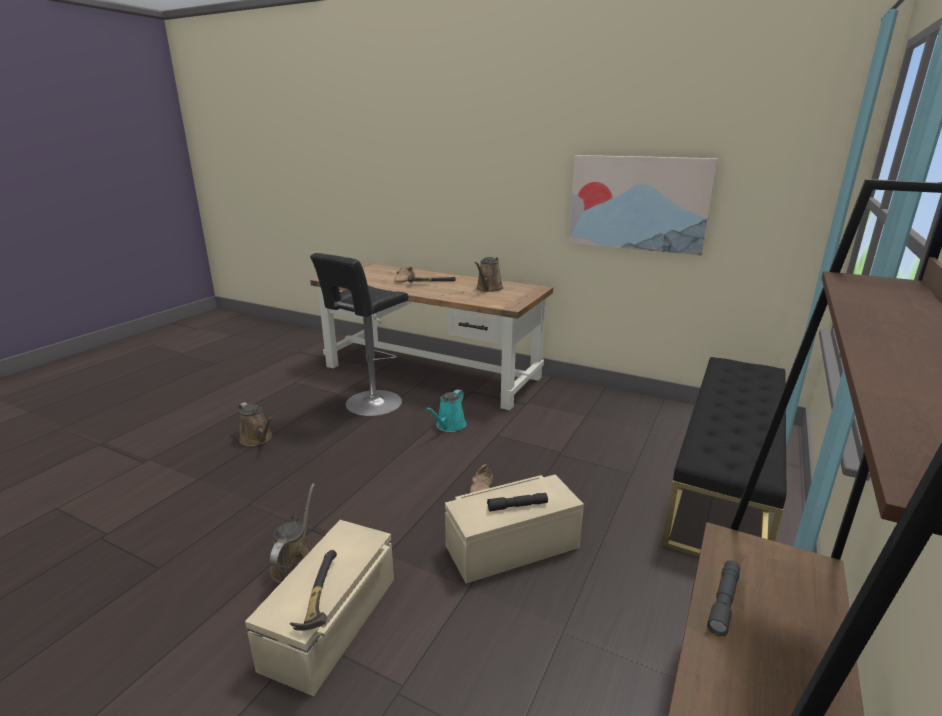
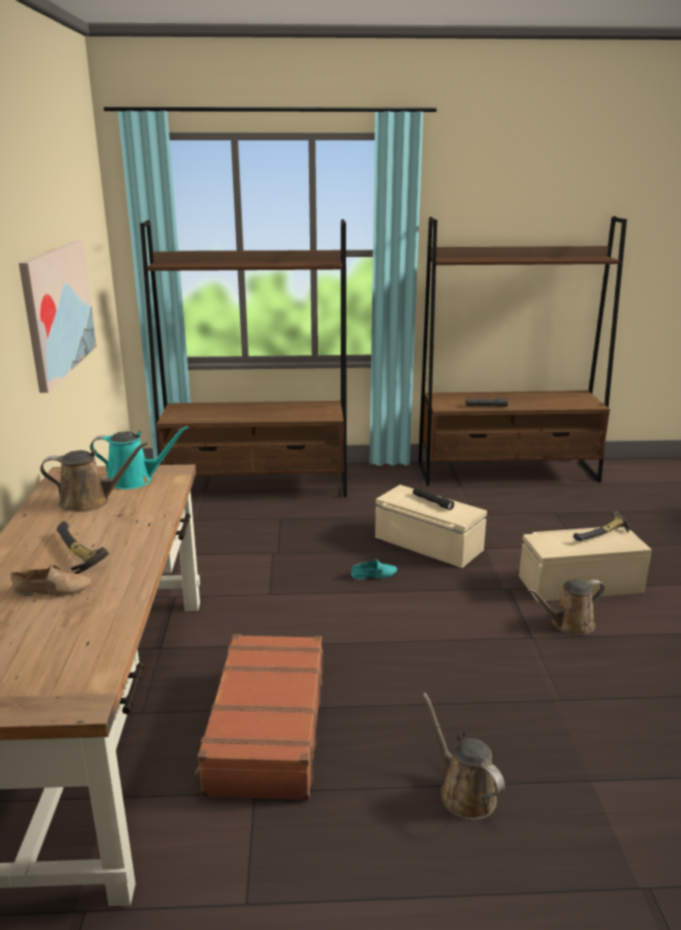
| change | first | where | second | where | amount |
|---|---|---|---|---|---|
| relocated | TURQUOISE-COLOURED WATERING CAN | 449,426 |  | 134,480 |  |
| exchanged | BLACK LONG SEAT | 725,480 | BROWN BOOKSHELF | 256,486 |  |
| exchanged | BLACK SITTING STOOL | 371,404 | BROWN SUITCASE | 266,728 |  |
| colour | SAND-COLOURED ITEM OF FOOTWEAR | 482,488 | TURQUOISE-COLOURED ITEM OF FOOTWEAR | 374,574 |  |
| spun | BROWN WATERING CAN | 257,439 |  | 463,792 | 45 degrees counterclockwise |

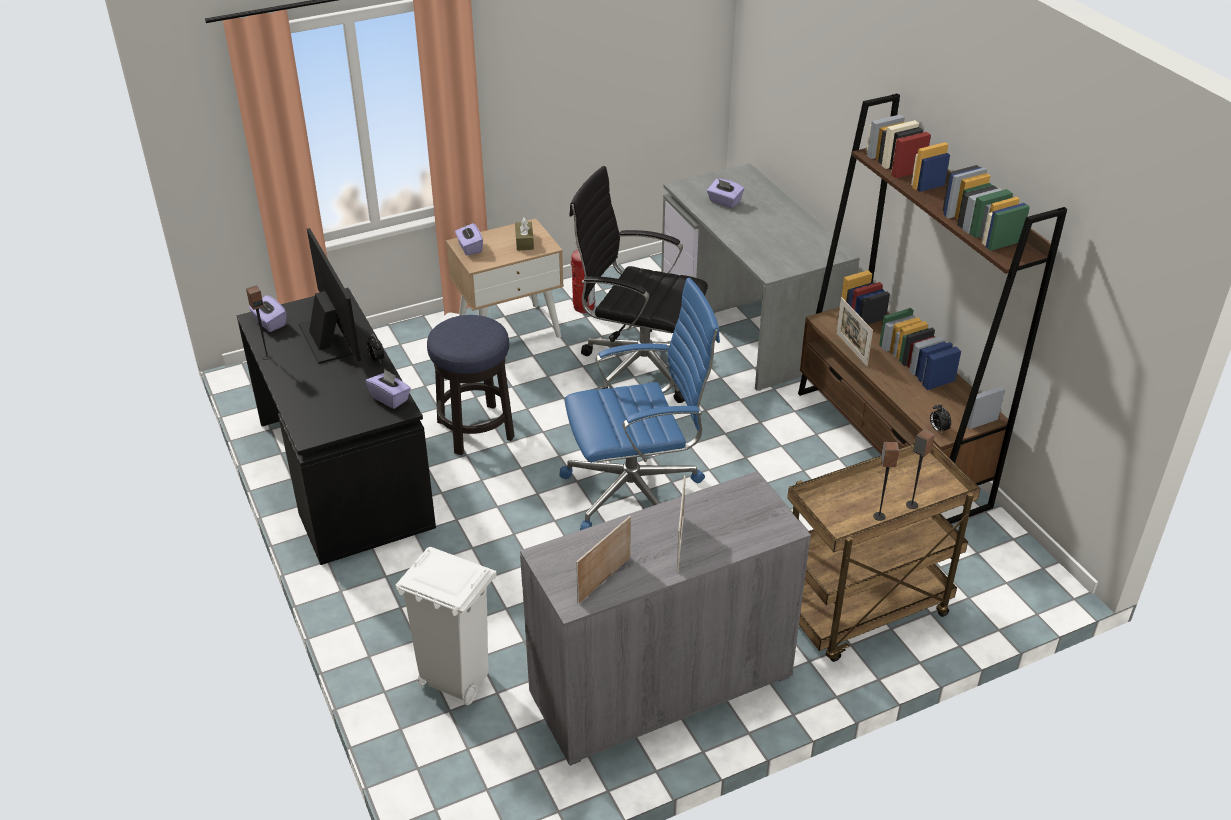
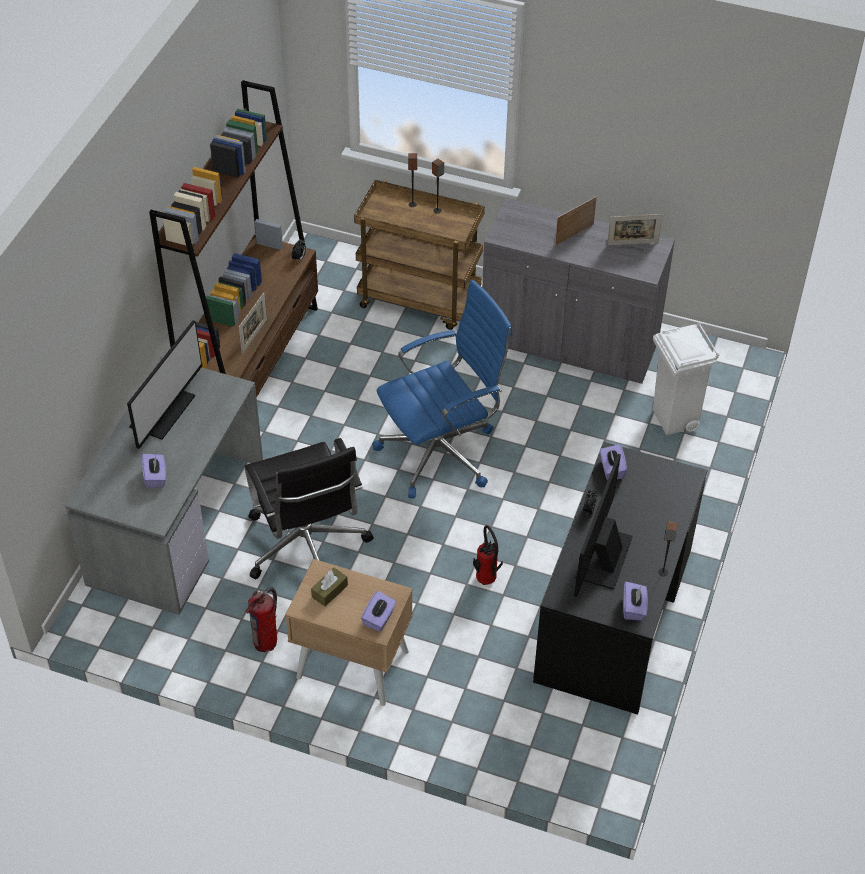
| change | first | where | second | where | amount |
|---|---|---|---|---|---|
| appeared |  |  | MONITOR | 163,412 |  |
| spun | BLUISH COMPUTER CHAIR | 637,492 |  | 441,452 | 120 degrees clockwise |
| exchanged | SITTING STOOL | 475,430 | FIRE EXTINGUISHER | 486,582 |  |

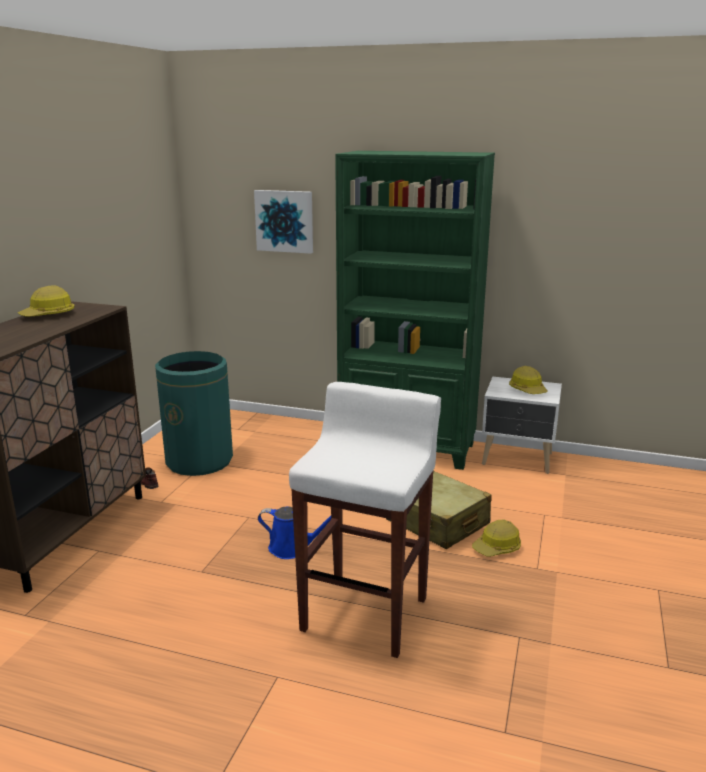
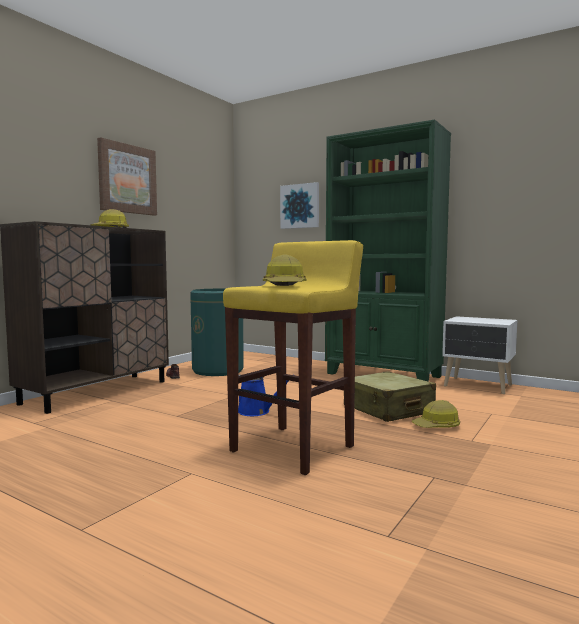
| change | first | where | second | where | amount |
|---|---|---|---|---|---|
| appeared |  |  | WALL PICTURE | 127,179 |  |
| colour | WHITE-COLOURED SITTING STOOL | 366,613 | YELLOW-COLOURED SITTING STOOL | 294,448 |  |
| relocated | SAFETY HELMET | 528,390 |  | 285,286 |  |

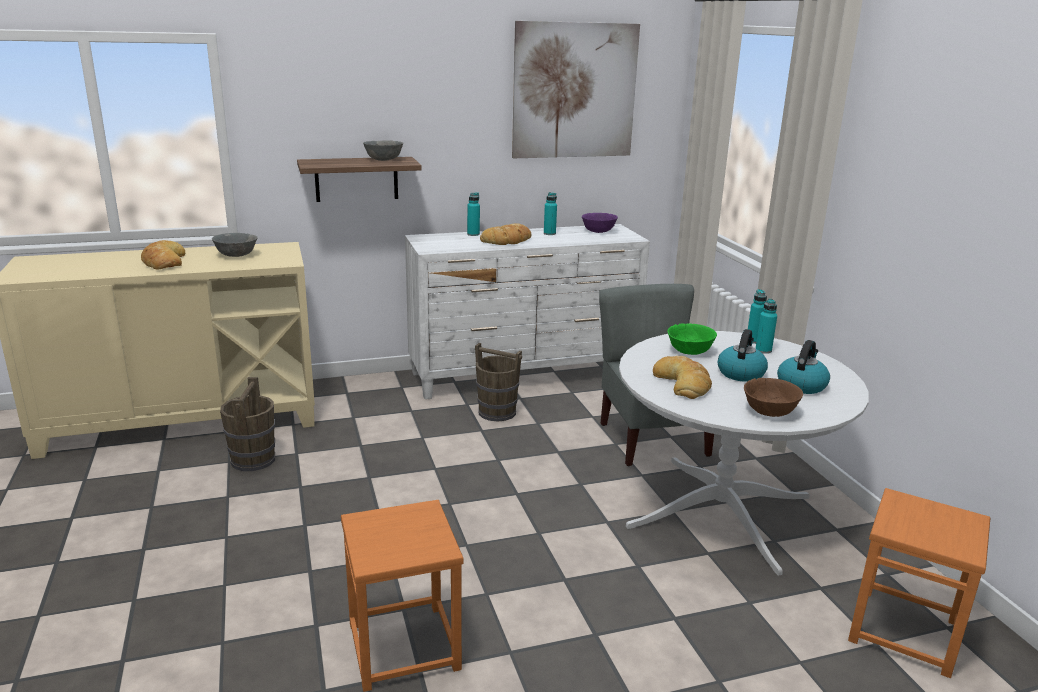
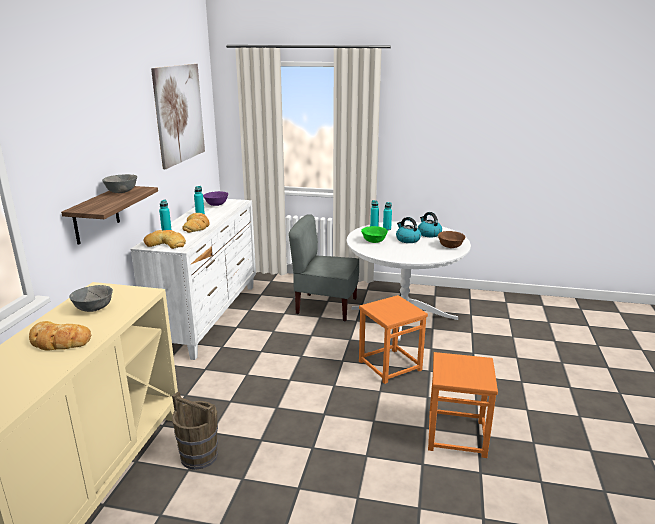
| change | first | where | second | where | amount |
|---|---|---|---|---|---|
| relocated | BREAD | 683,383 |  | 166,243 |  |
| relocated | ORANGE SITTING STOOL | 904,630 |  | 389,365 |  |
| missing | BROWN BUCKET | 496,412 |  |  |  |

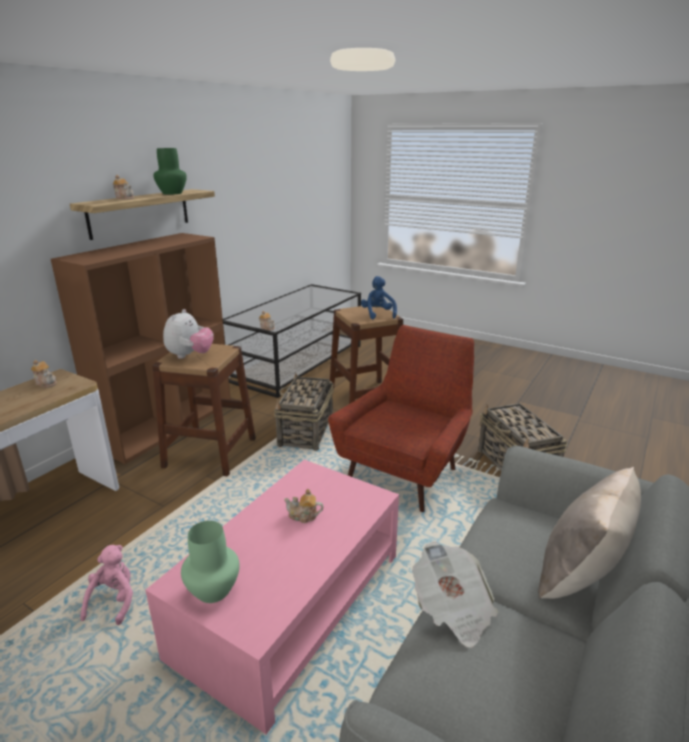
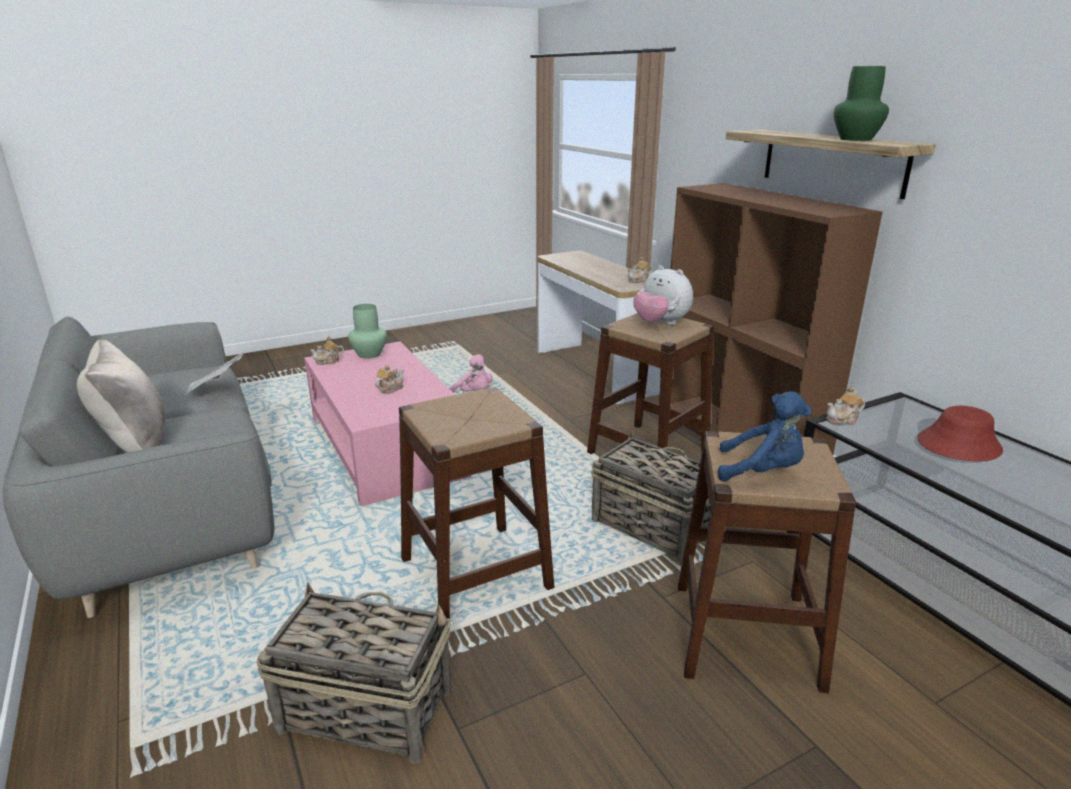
| change | first | where | second | where | amount |
|---|---|---|---|---|---|
| relocated | TEA POT | 125,198 |  | 328,361 |  |
| exchanged | RED-COLOURED LOUNGE CHAIR | 405,472 | BROWN SITTING STOOL | 475,574 |  |
| appeared |  |  | RED-COLOURED WEARABLE HAT | 958,445 |  |

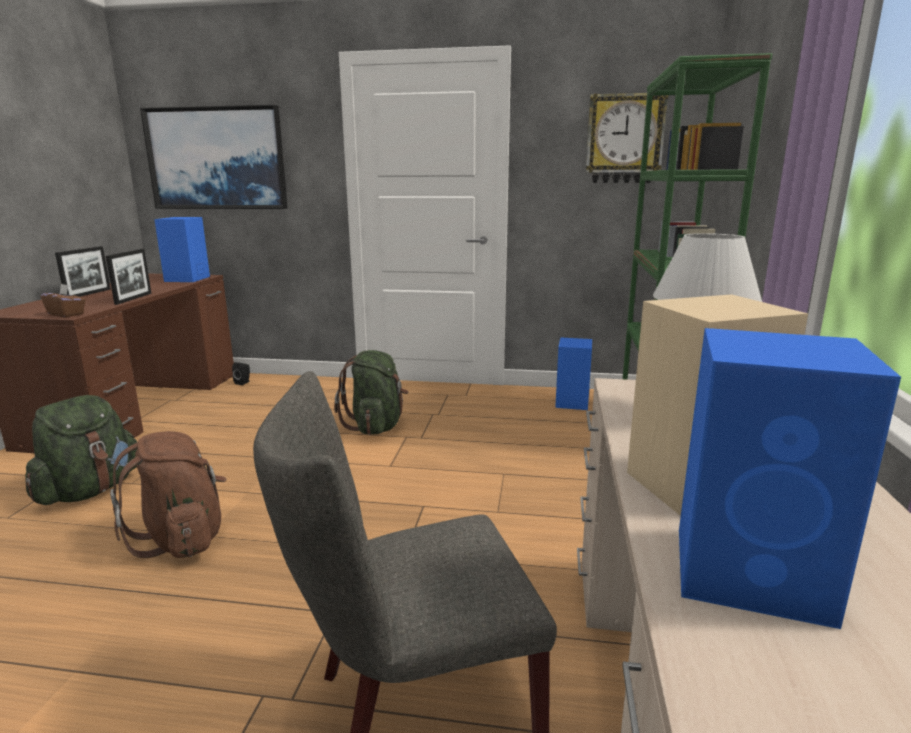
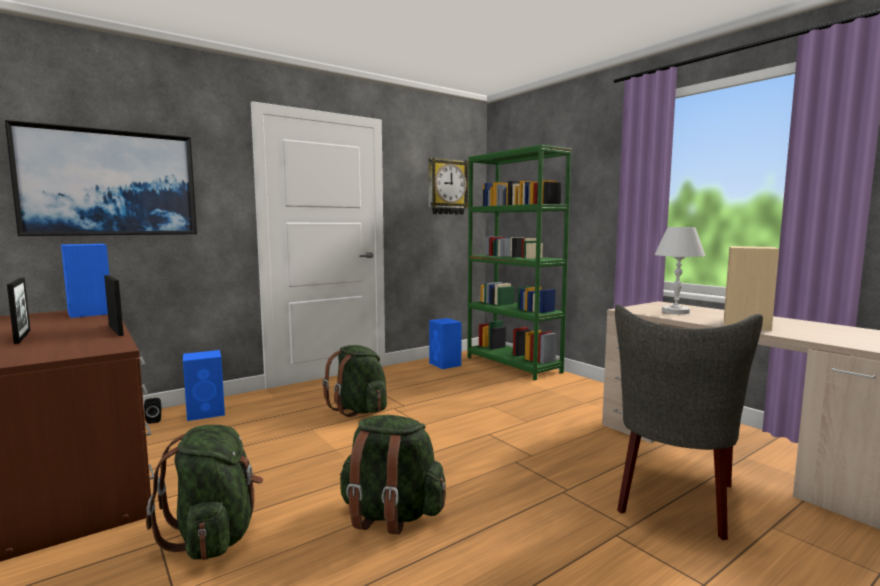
| change | first | where | second | where | amount |
|---|---|---|---|---|---|
| relocated | BLUISH LOUDSPEAKER | 754,574 |  | 207,412 |  |
| colour | BROWN KNAPSACK | 182,539 | GREEN-COLOURED KNAPSACK | 391,515 |  |
| missing | BROWN BOX OF TISSUES | 66,314 |  |  |  |

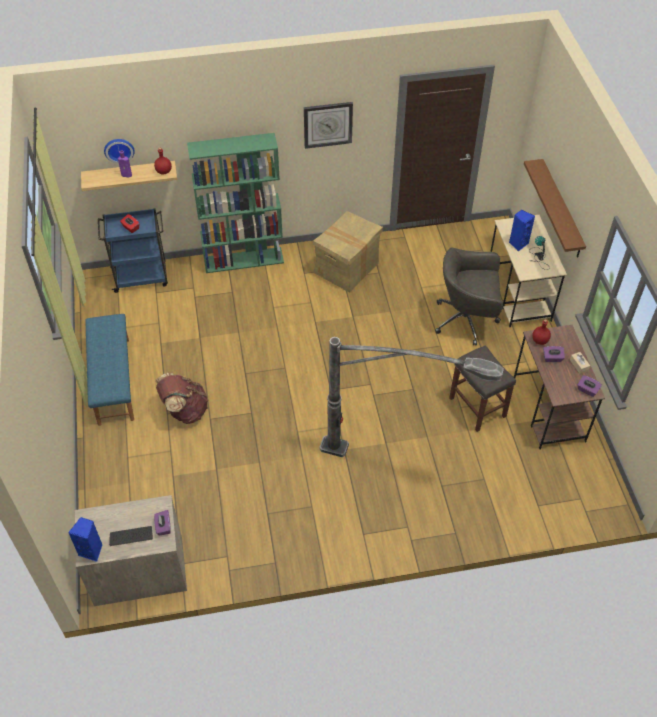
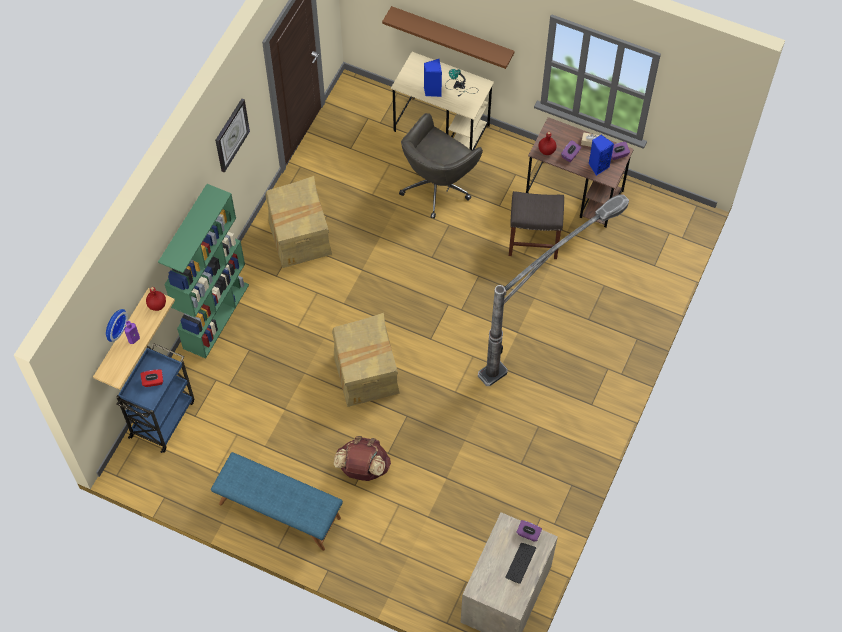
| change | first | where | second | where | amount |
|---|---|---|---|---|---|
| appeared |  |  | CARDBOARD BOX | 366,374 |  |
| relocated | BLUISH LOUDSPEAKER | 92,551 |  | 598,166 |  |

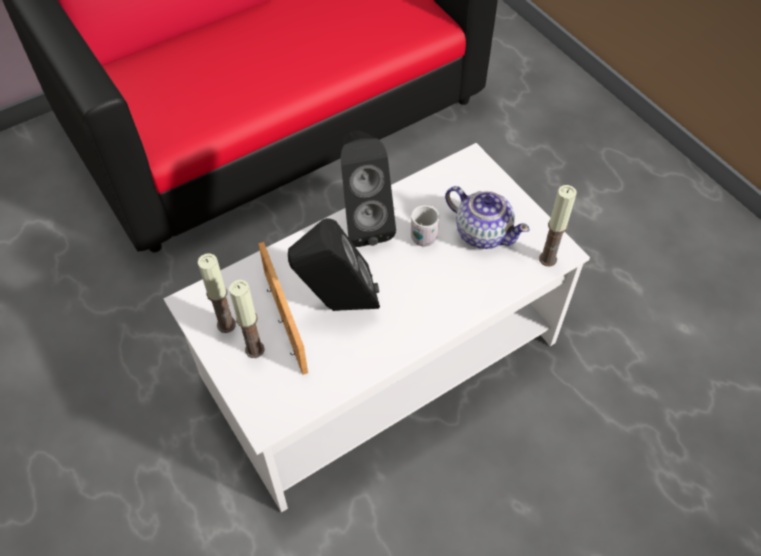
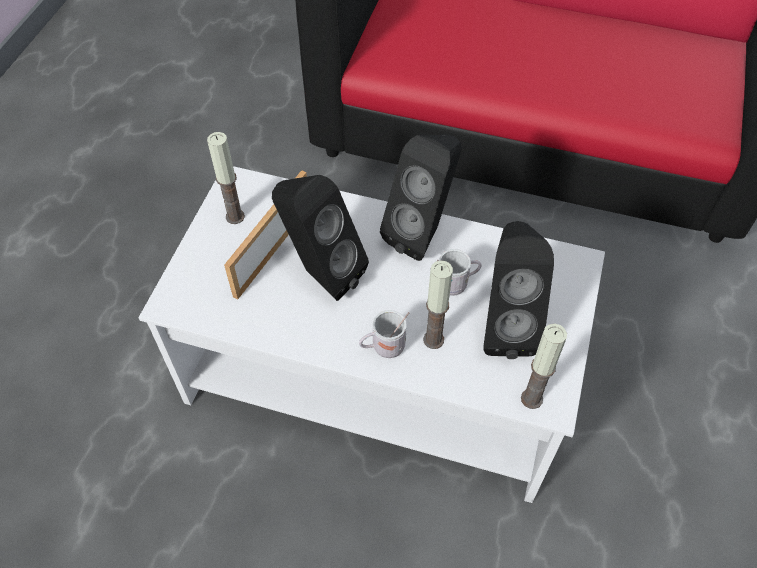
| change | first | where | second | where | amount |
|---|---|---|---|---|---|
| appeared |  |  | WHITE-COLOURED MUG | 383,348 |  |
| relocated | WAX CANDLE | 254,349 |  | 433,340 |  |
| exchanged | TEA POT | 482,232 | BLACK LOUDSPEAKER | 505,325 |  |

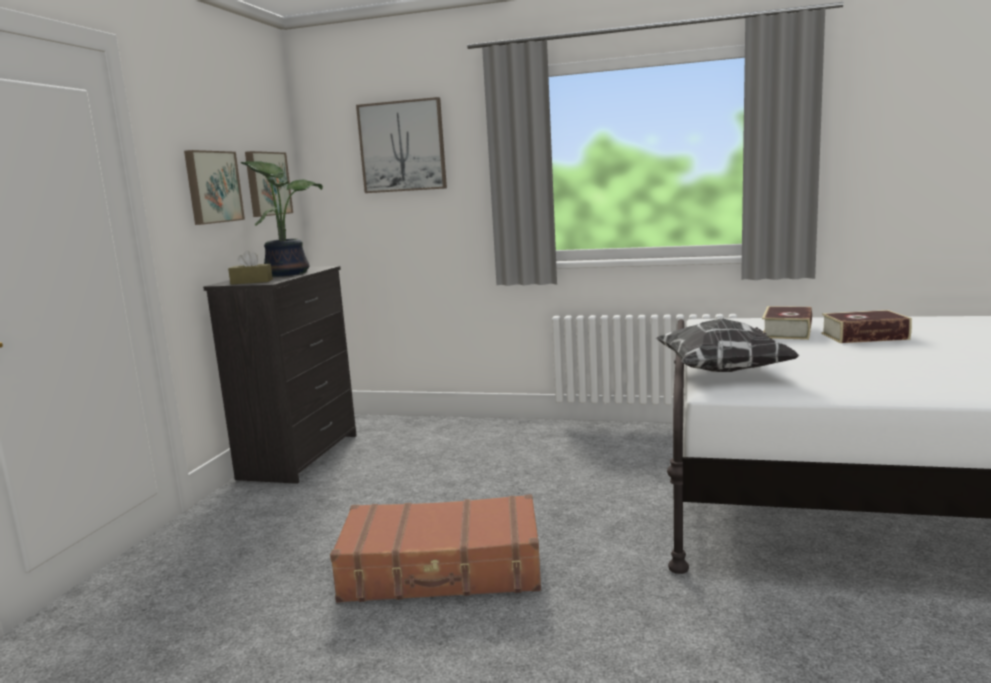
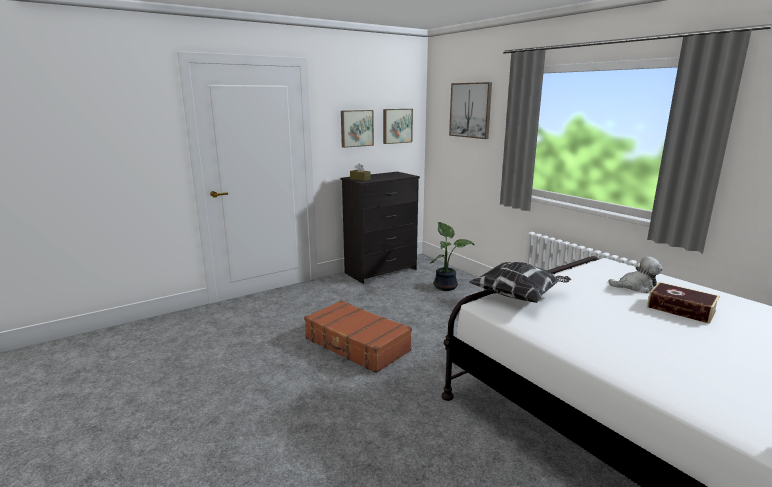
| change | first | where | second | where | amount |
|---|---|---|---|---|---|
| relocated | POTTED PLANT | 287,273 |  | 446,286 |  |
| exchanged | VOLUME | 787,331 | SOFT TOY | 636,287 |  |

